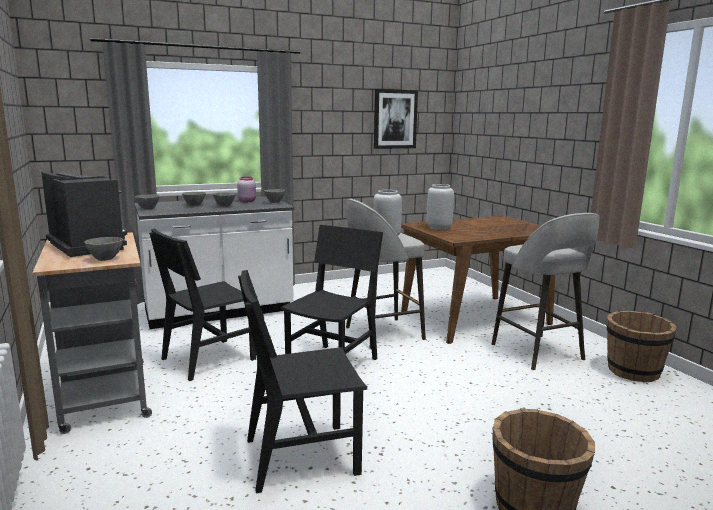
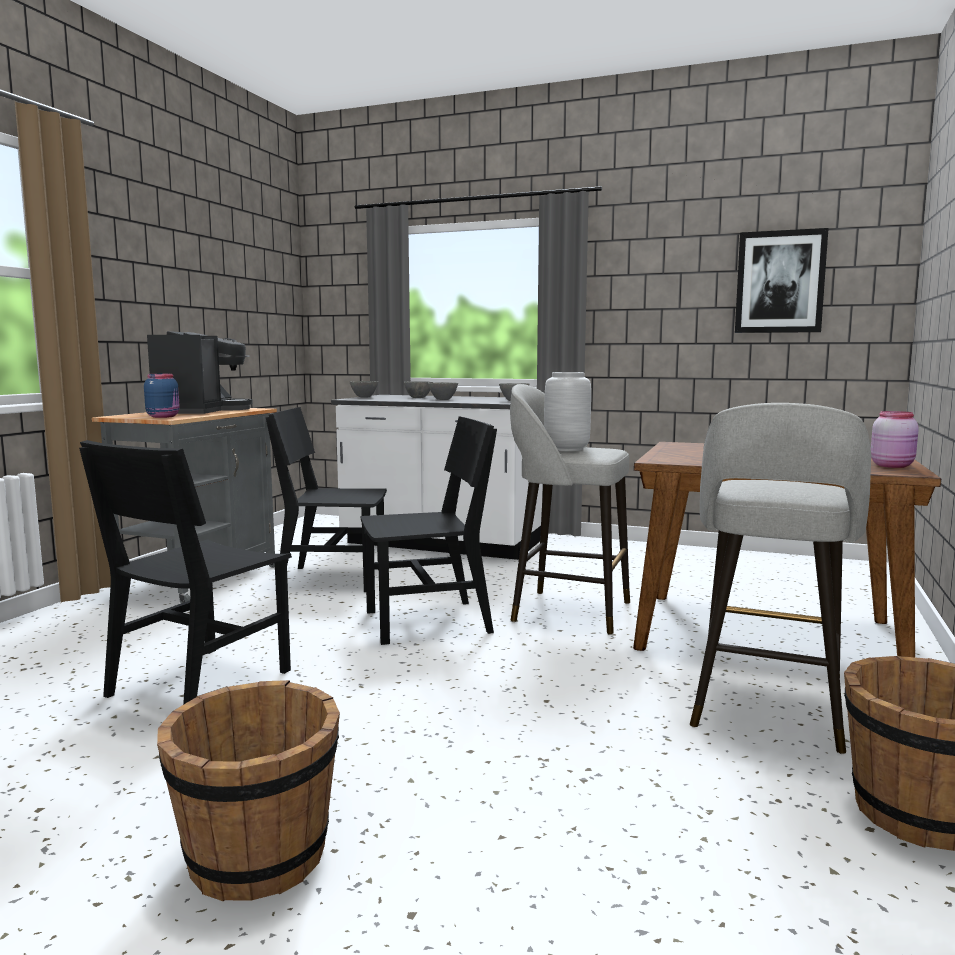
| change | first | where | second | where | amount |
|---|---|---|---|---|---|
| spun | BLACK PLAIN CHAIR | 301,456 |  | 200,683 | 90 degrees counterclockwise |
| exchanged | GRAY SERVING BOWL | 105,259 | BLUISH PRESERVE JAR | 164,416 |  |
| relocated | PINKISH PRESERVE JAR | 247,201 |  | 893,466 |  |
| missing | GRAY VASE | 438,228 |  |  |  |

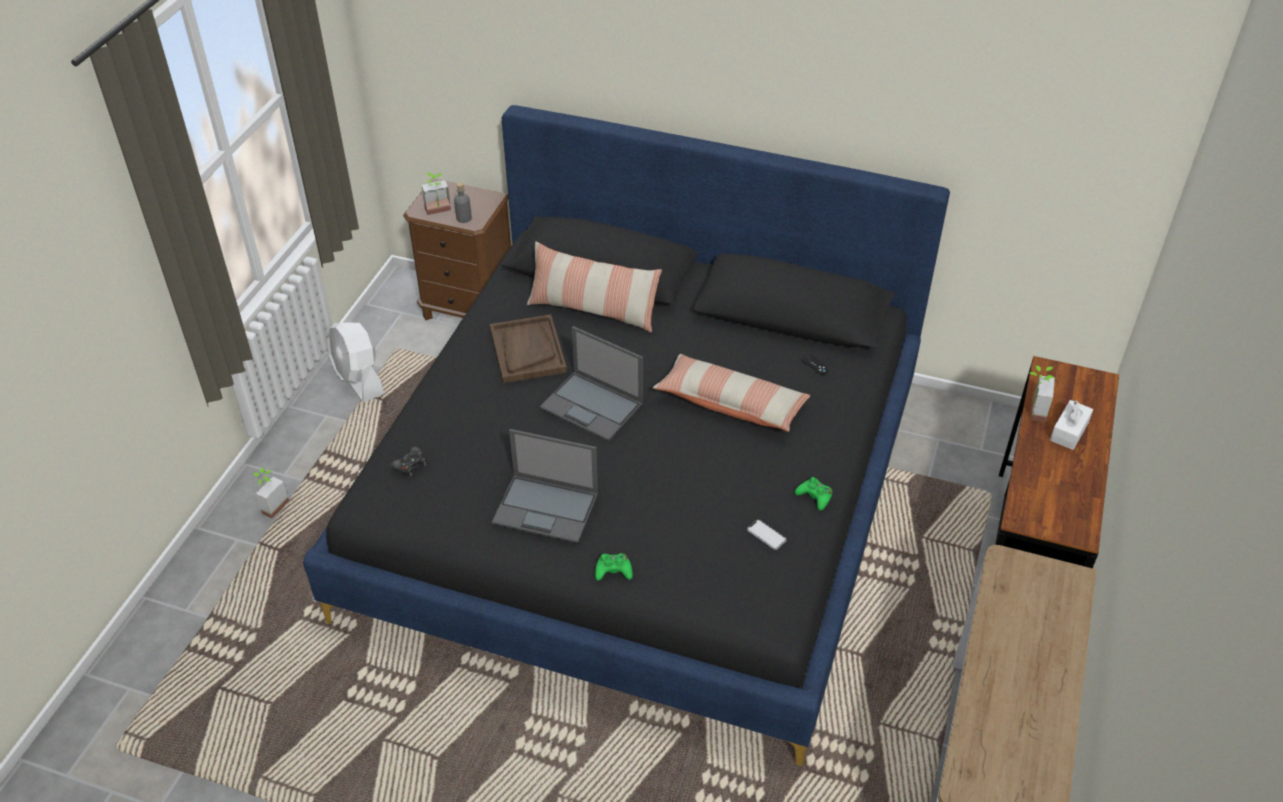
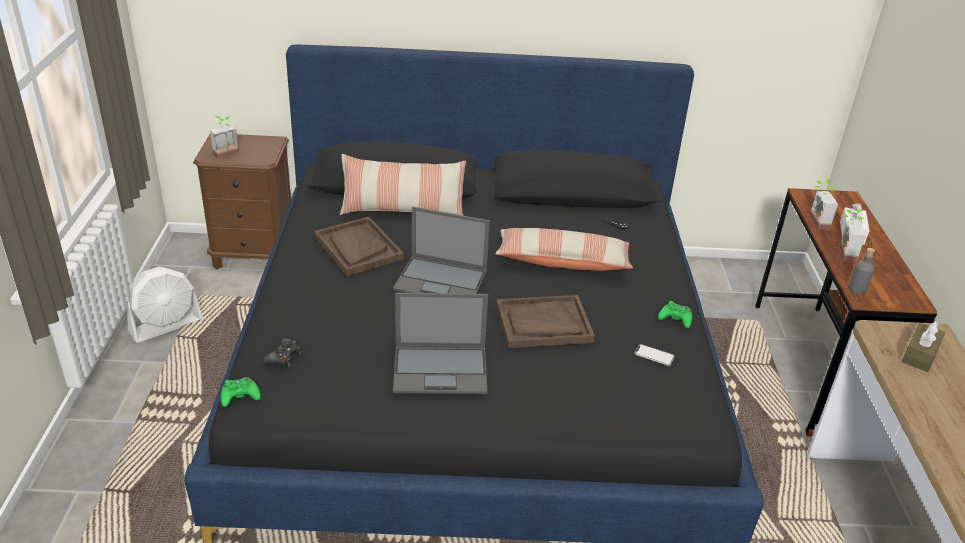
| change | first | where | second | where | amount |
|---|---|---|---|---|---|
| spun | WHITE-COLOURED ELECTRIC FAN | 359,379 |  | 166,325 | 75 degrees counterclockwise |
| relocated | GREEN-COLOURED JOYPAD | 613,570 |  | 240,396 |  |
| appeared |  |  | BROWN SERVING TRAY | 543,324 |  |
| relocated | POTTED PLANT | 271,505 |  | 841,253 |  |
| relocated | GRAY BOTTLE | 464,218 |  | 857,288 |  |
| appeared |  |  | BROWN BOX OF TISSUES | 920,354 |  |

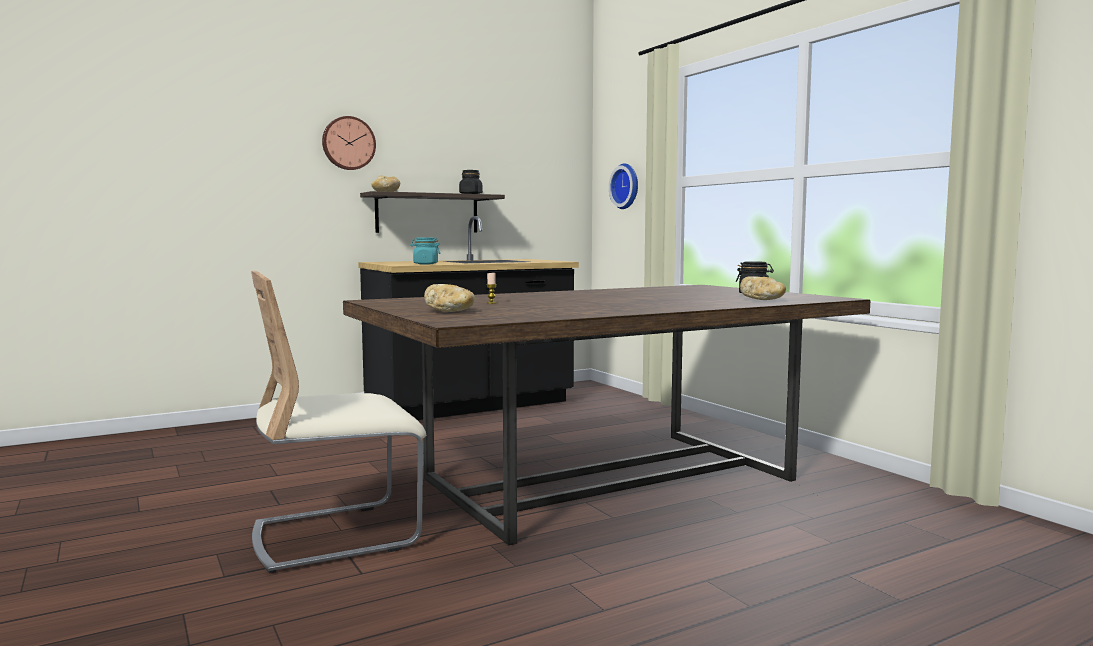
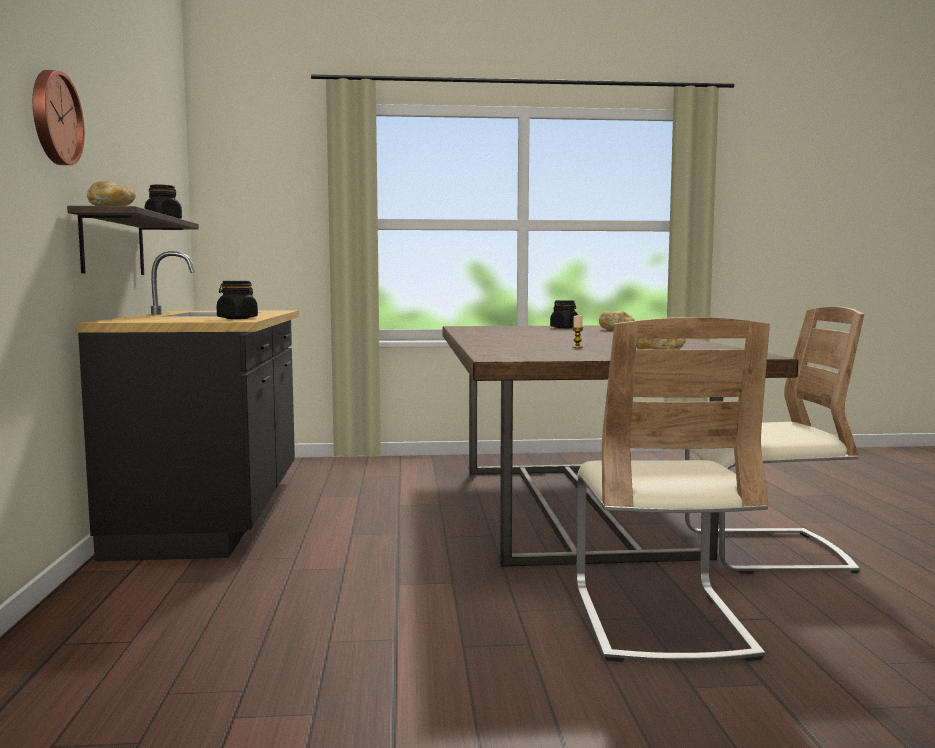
| change | first | where | second | where | amount |
|---|---|---|---|---|---|
| colour | TURQUOISE-COLOURED PRESERVE JAR | 425,264 | BLACK PRESERVE JAR | 237,318 |  |
| appeared |  |  | SAND-COLOURED PLAIN CHAIR | 765,552 |  |
| missing | CLOCK ON THE WALL | 627,186 |  |  |  |

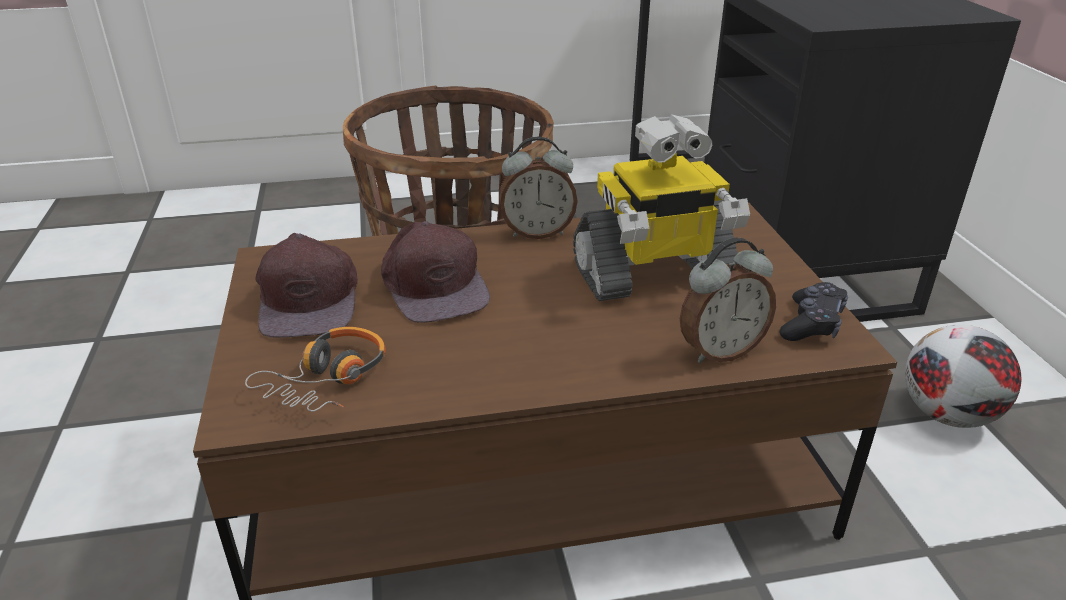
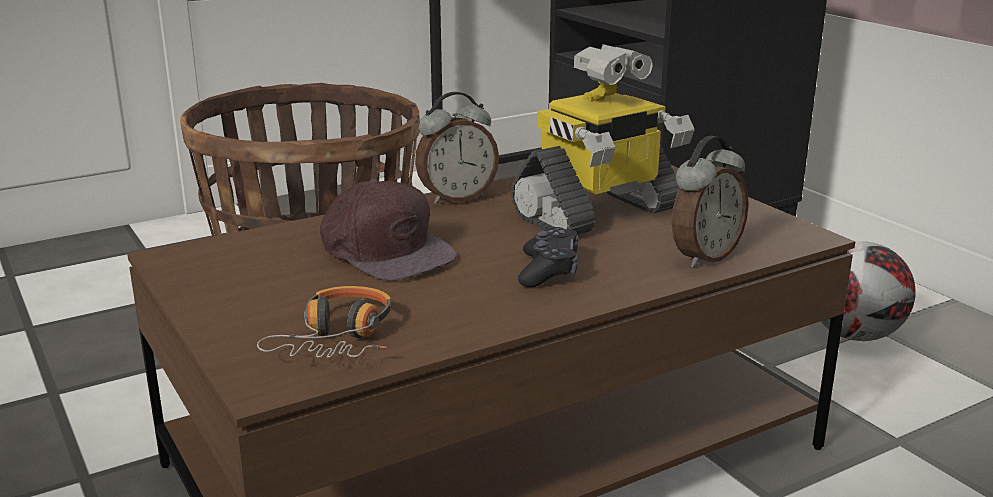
| change | first | where | second | where | amount |
|---|---|---|---|---|---|
| relocated | BLACK JOYPAD | 812,324 |  | 548,270 |  |
| missing | BROWN PEAKED CAP | 311,298 |  |  |  |

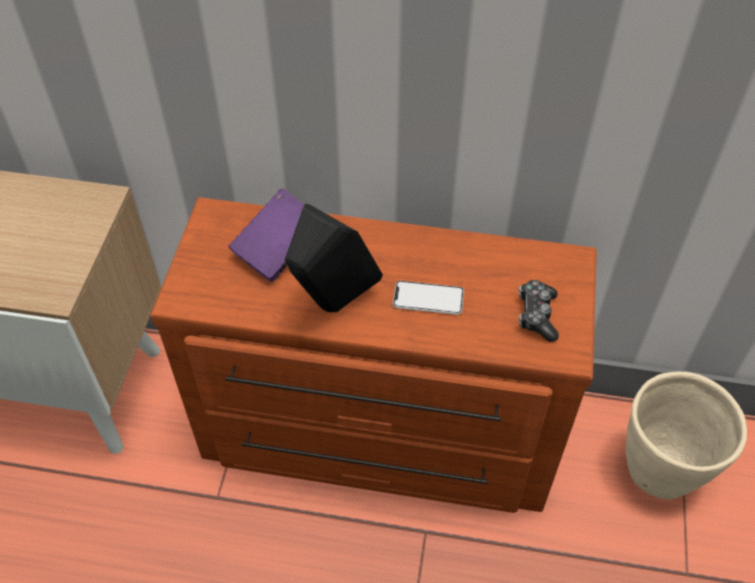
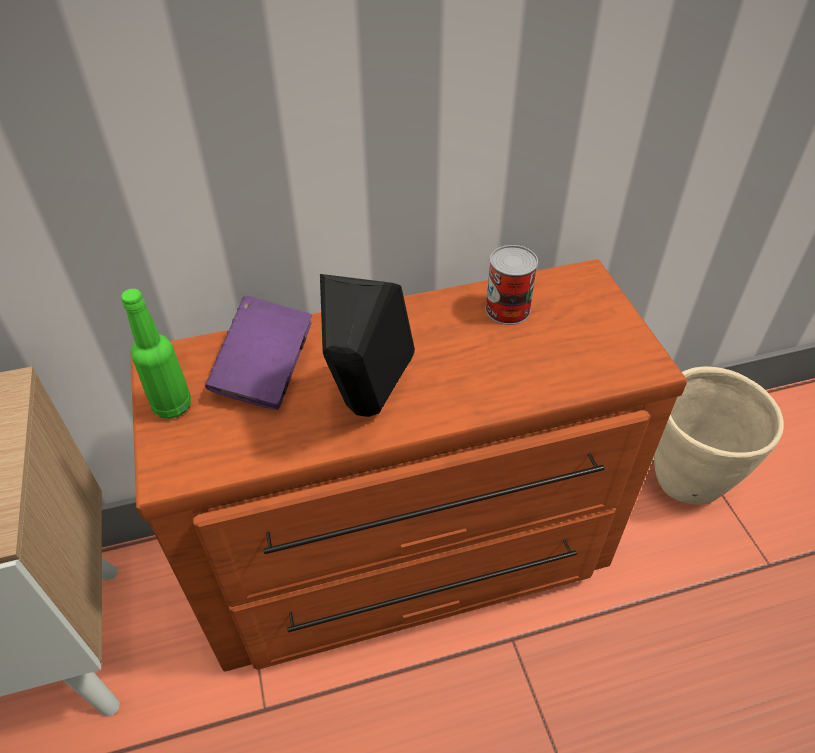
| change | first | where | second | where | amount |
|---|---|---|---|---|---|
| appeared |  |  | GREEN-COLOURED BOTTLE | 172,406 |  |
| appeared |  |  | METAL CAN | 507,309 |  |
| missing | HANDSET | 428,299 |  |  |  |
| missing | JOYPAD | 537,315 |  |  |  |

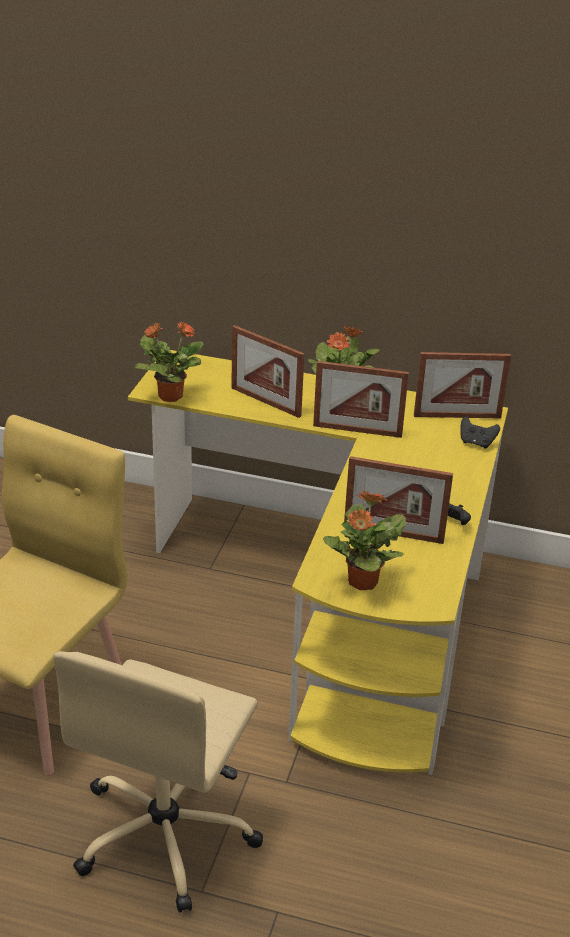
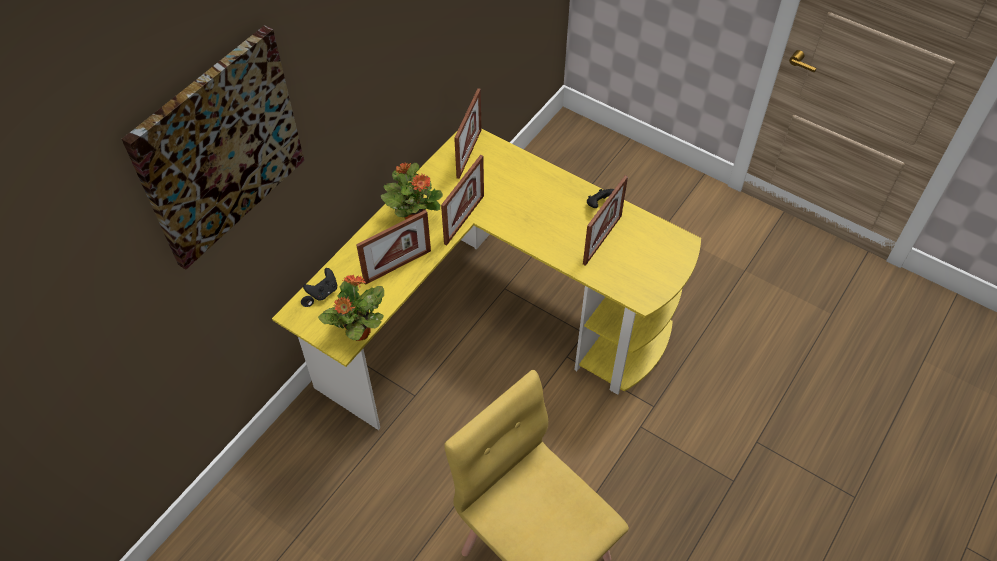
| change | first | where | second | where | amount |
|---|---|---|---|---|---|
| appeared |  |  | WALL PICTURE | 219,148 |  |
| relocated | BLACK JOYPAD | 476,443 |  | 323,291 |  |
| missing | SAND-COLOURED COMPUTER CHAIR | 166,834 |  |  |  |
| missing | POTTED PLANT | 362,582 |  |  |  |

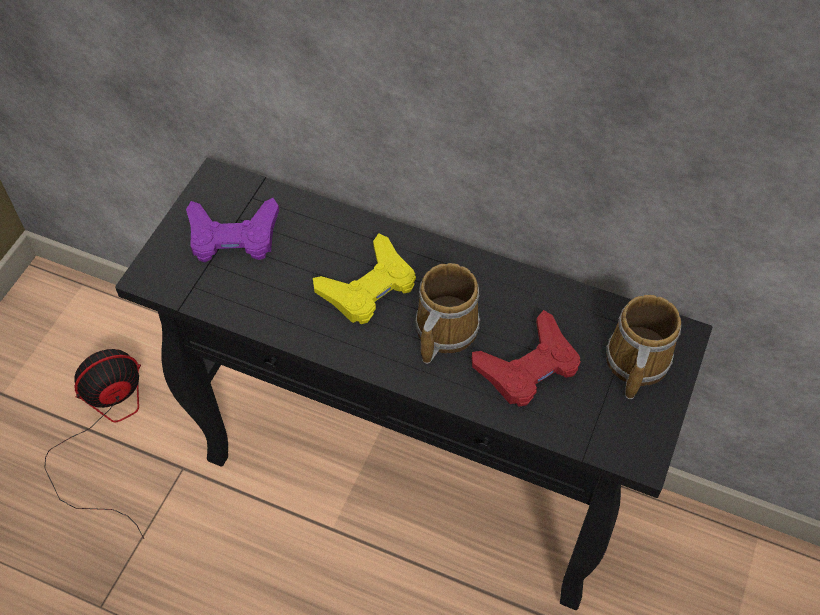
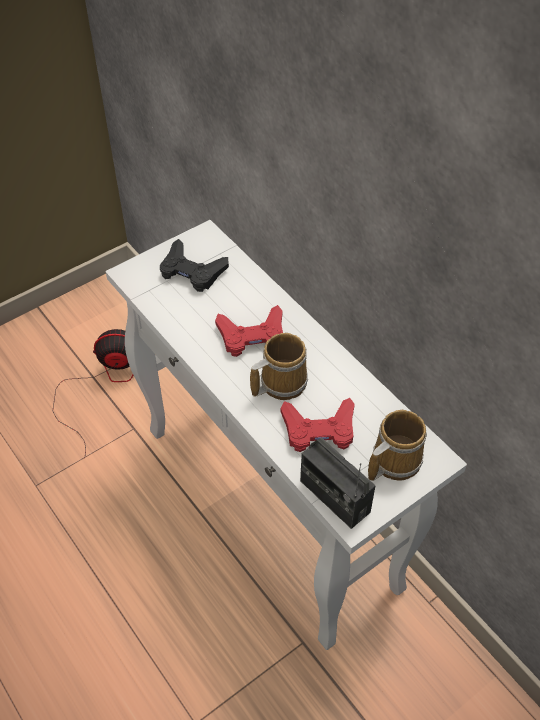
| change | first | where | second | where | amount |
|---|---|---|---|---|---|
| colour | BLACK NARROW TABLE | 413,479 | WHITE-COLOURED NARROW TABLE | 272,508 |  |
| colour | PURPLE JOYPAD | 233,236 | BLACK JOYPAD | 192,271 |  |
| colour | YELLOW-COLOURED JOYPAD | 368,287 | RED-COLOURED JOYPAD | 252,336 |  |
| appeared |  |  | RADIO | 334,496 |  |

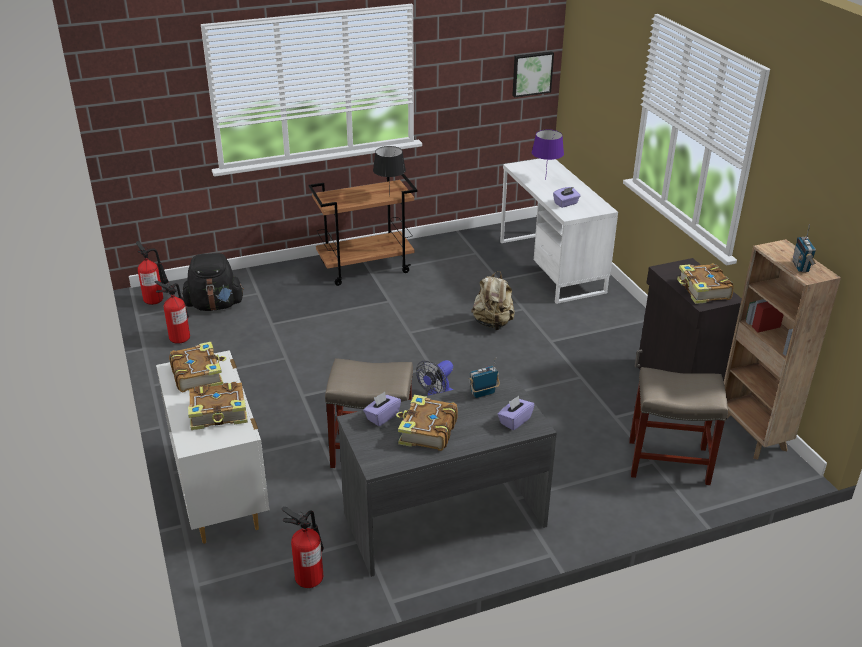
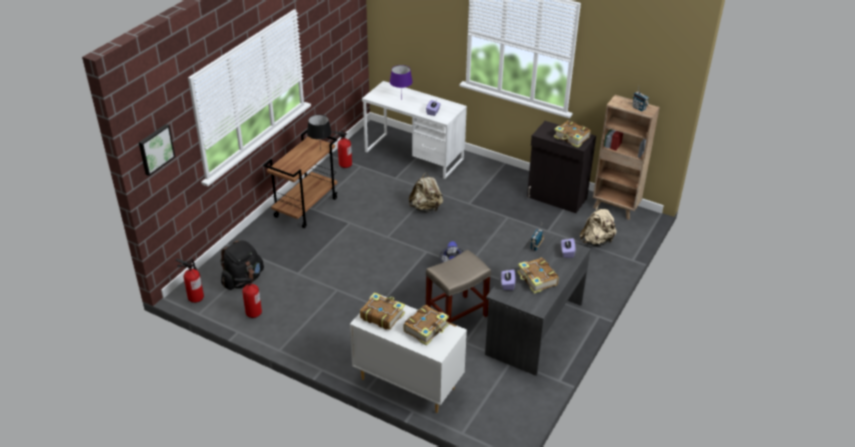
| change | first | where | second | where | amount |
|---|---|---|---|---|---|
| relocated | WALL PICTURE | 531,73 |  | 155,149 |  |
| relocated | FIRE EXTINGUISHER | 310,576 |  | 344,164 |  |
| exchanged | SAND-COLOURED SITTING STOOL | 670,462 | SAND-COLOURED KNAPSACK | 596,241 |  |

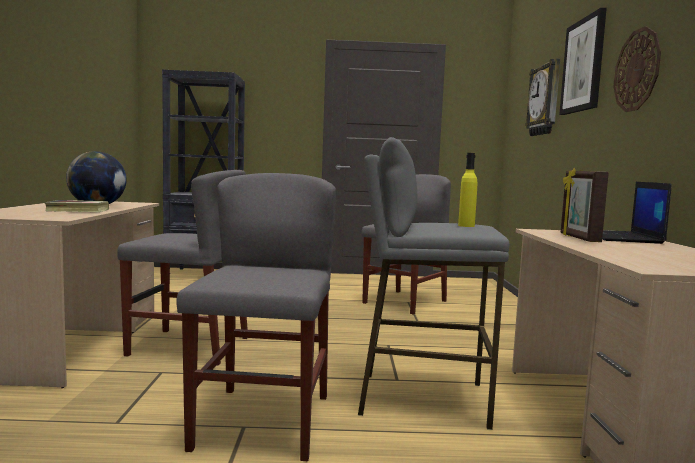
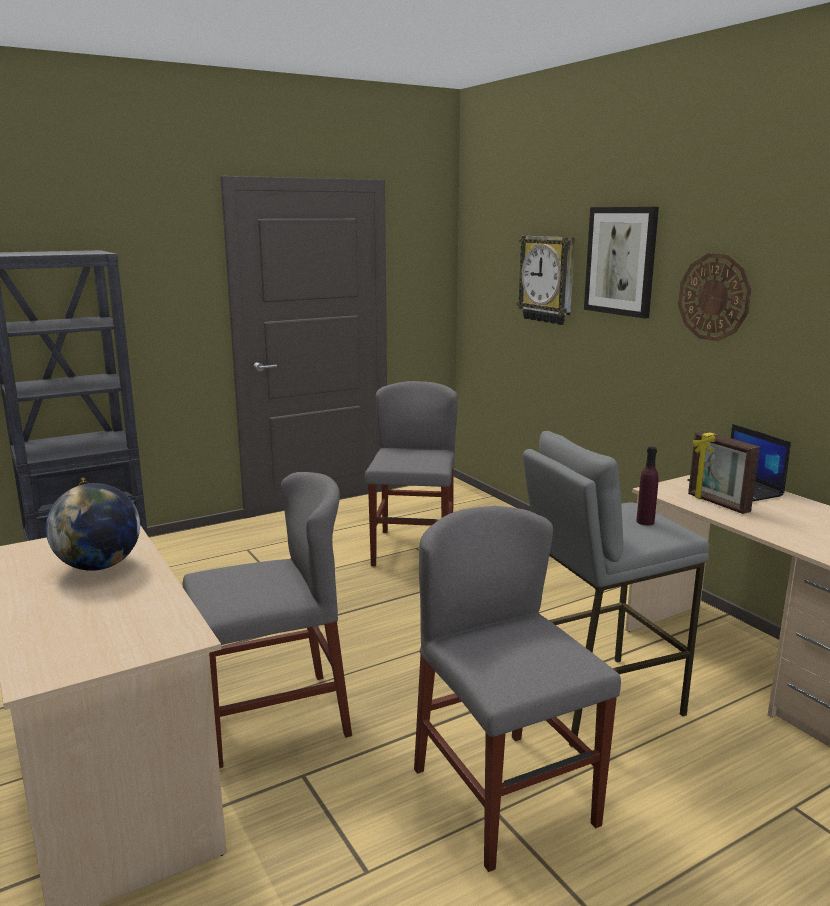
| change | first | where | second | where | amount |
|---|---|---|---|---|---|
| colour | YELLOW-COLOURED BOTTLE | 466,226 | PURPLE BOTTLE | 645,522 |  |
| missing | VOLUME | 78,210 |  |  |  |

